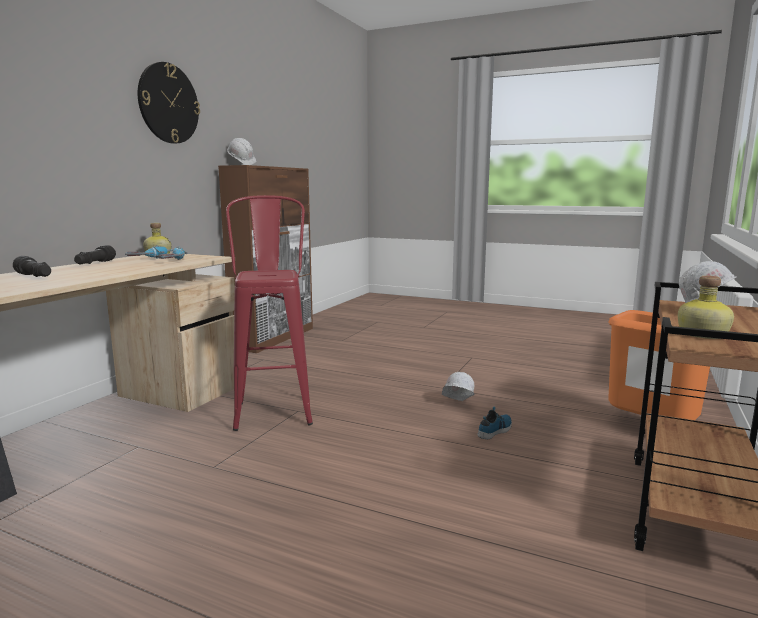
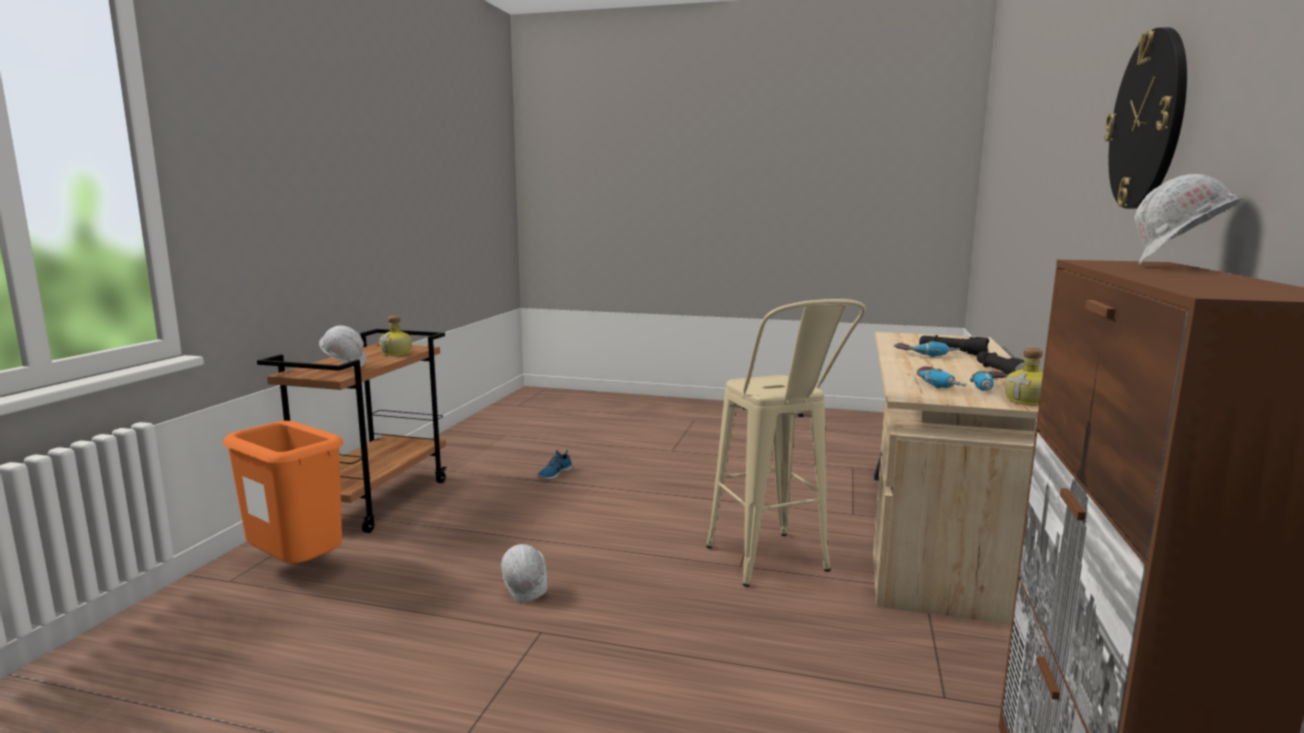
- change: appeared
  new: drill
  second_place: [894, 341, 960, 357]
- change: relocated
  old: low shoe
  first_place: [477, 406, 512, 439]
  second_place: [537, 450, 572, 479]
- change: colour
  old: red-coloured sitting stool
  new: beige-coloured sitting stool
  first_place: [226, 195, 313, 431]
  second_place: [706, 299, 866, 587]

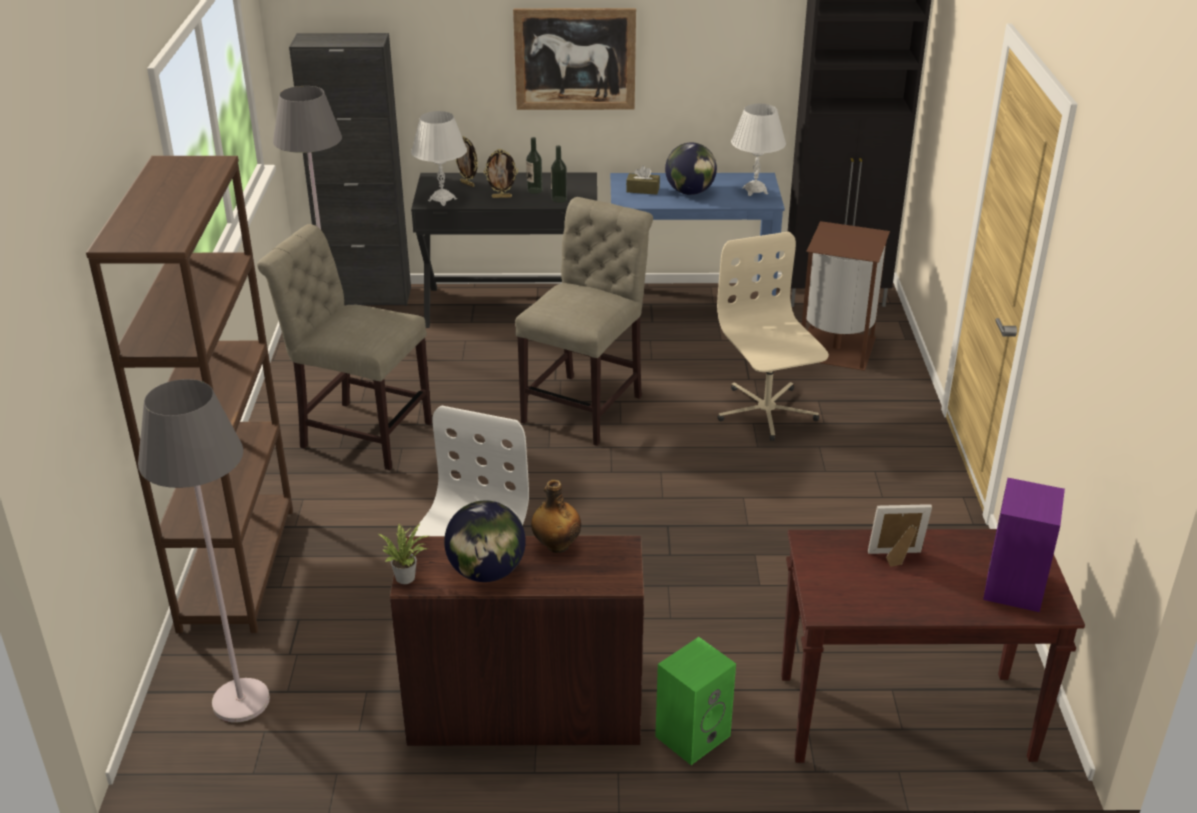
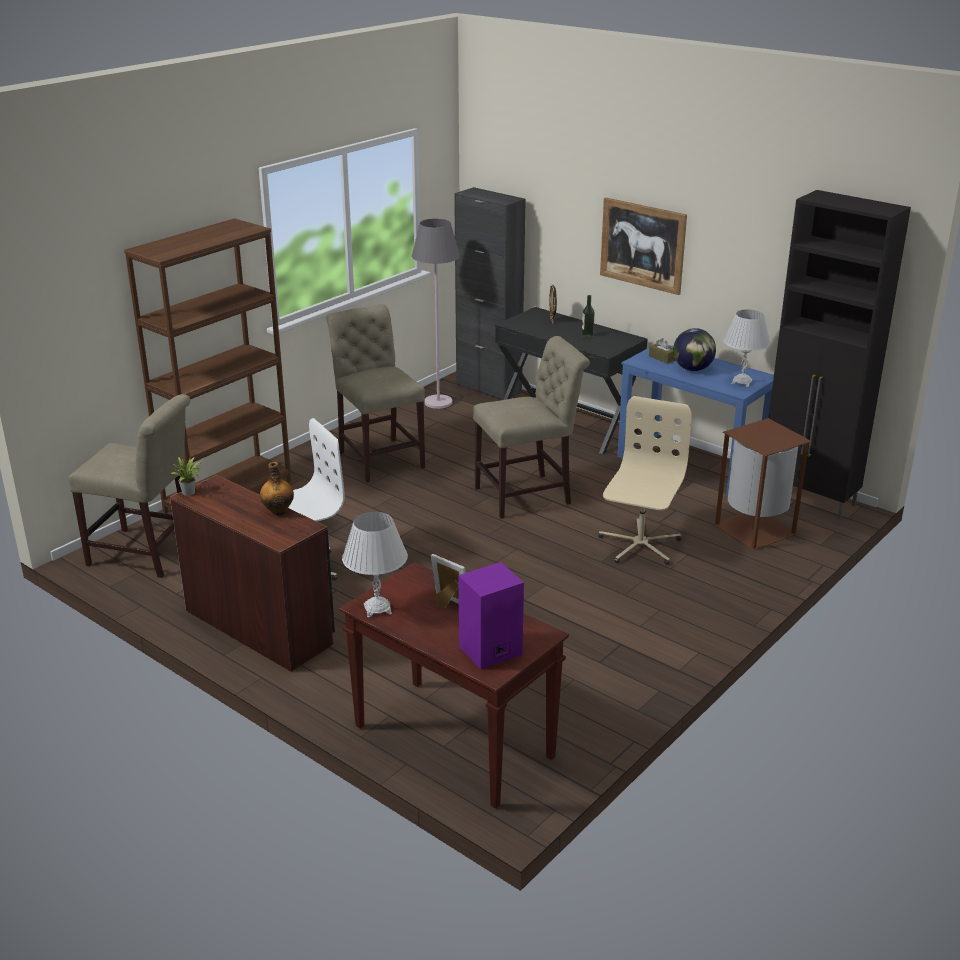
- change: missing
  old: world globe
  first_place: [444, 500, 526, 582]
- change: missing
  old: picture frame
  first_place: [484, 149, 518, 198]
- change: missing
  old: bottle
  first_place: [551, 145, 567, 203]
- change: missing
  old: greenish speaker
  first_place: [655, 637, 736, 765]
- change: relocated
  old: white-coloured tabletop lamp
  first_place: [411, 111, 467, 206]
  second_place: [342, 512, 408, 617]
- change: exchanged
  old: gray floor lamp
  new: beige-coloured plain chair
  first_place: [138, 379, 270, 723]
  second_place: [68, 394, 190, 578]

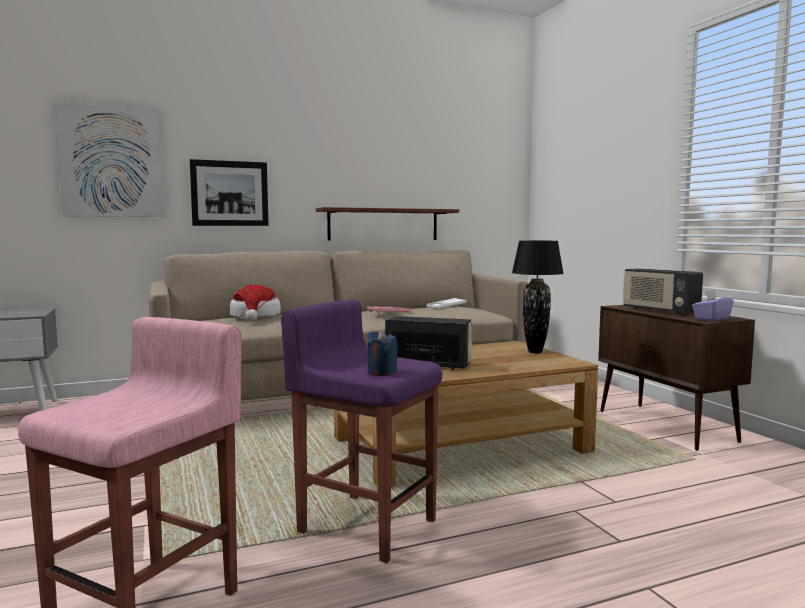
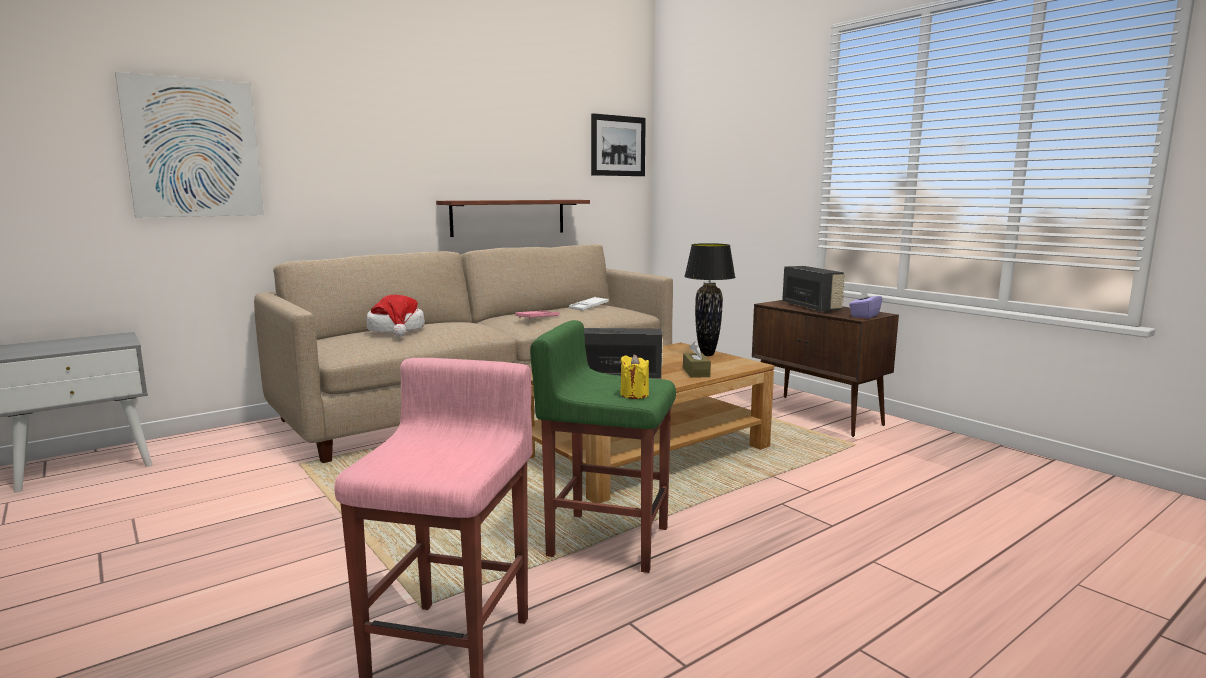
- change: appeared
  new: brown-coloured box of tissues
  second_place: [683, 341, 711, 378]
- change: relocated
  old: wall picture
  first_place: [190, 159, 269, 226]
  second_place: [591, 113, 646, 176]
- change: colour
  old: purple-coloured sitting stool
  new: greenish sitting stool
  first_place: [281, 299, 442, 563]
  second_place: [530, 320, 676, 573]
- change: colour
  old: bluish candle
  new: yellowish candle
  first_place: [368, 330, 398, 376]
  second_place: [620, 354, 649, 399]
- change: spun
  old: radio set
  first_place: [622, 268, 703, 314]
  second_place: [782, 266, 845, 312]
  degrees: -150

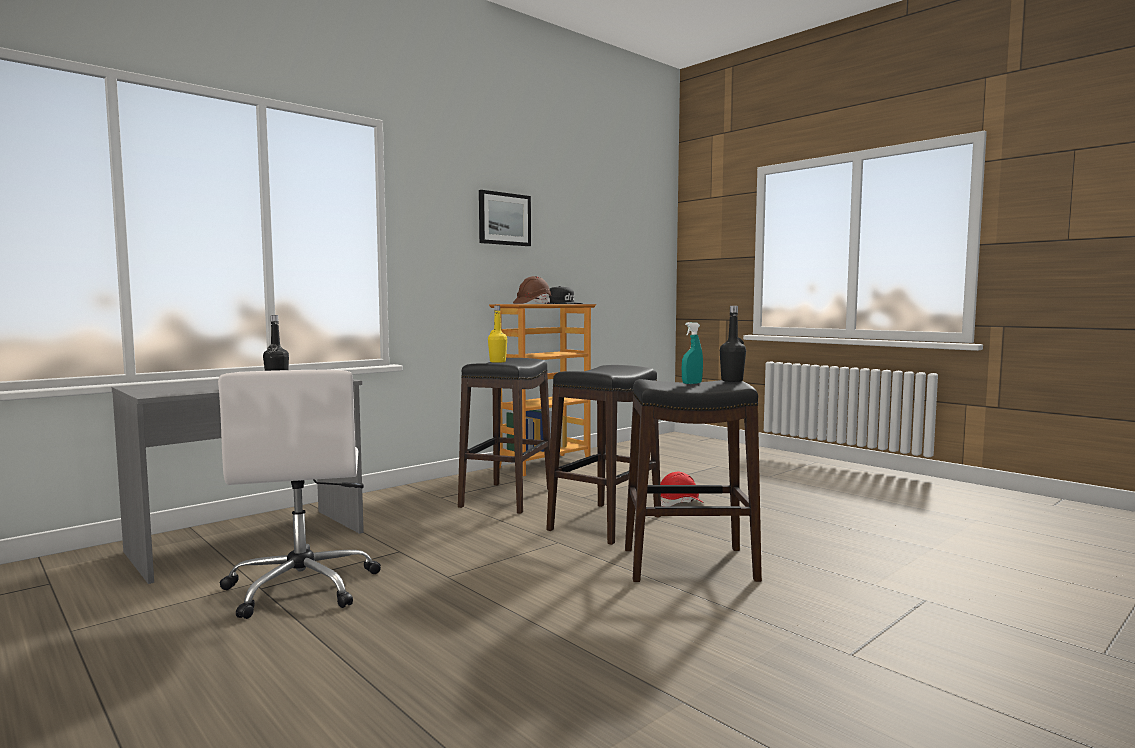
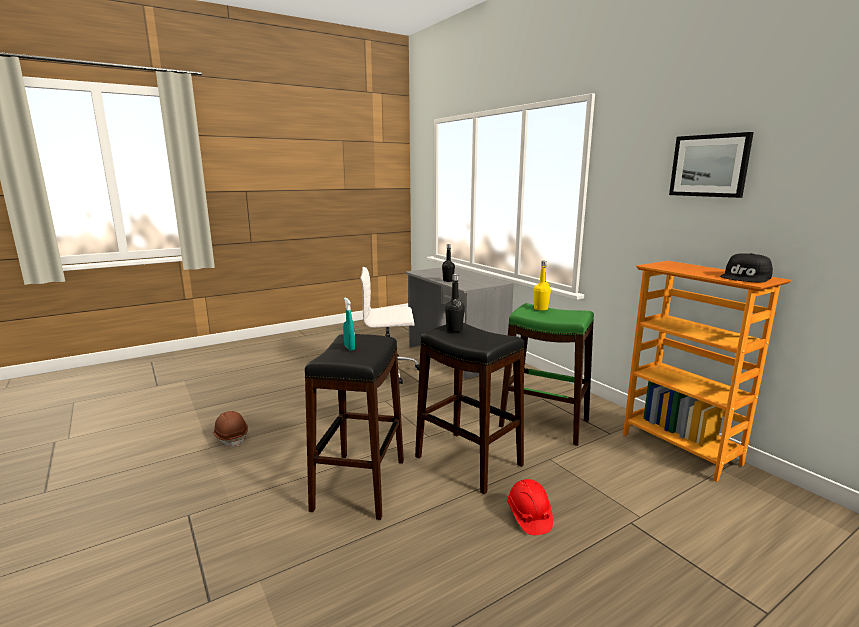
- change: relocated
  old: brown-coloured work helmet
  first_place: [513, 276, 552, 304]
  second_place: [213, 411, 248, 447]
- change: relocated
  old: black-coloured bottle
  first_place: [720, 306, 746, 382]
  second_place: [445, 274, 465, 332]
- change: colour
  old: black-coloured sitting stool
  new: greenish sitting stool
  first_place: [458, 358, 550, 514]
  second_place: [499, 303, 594, 446]

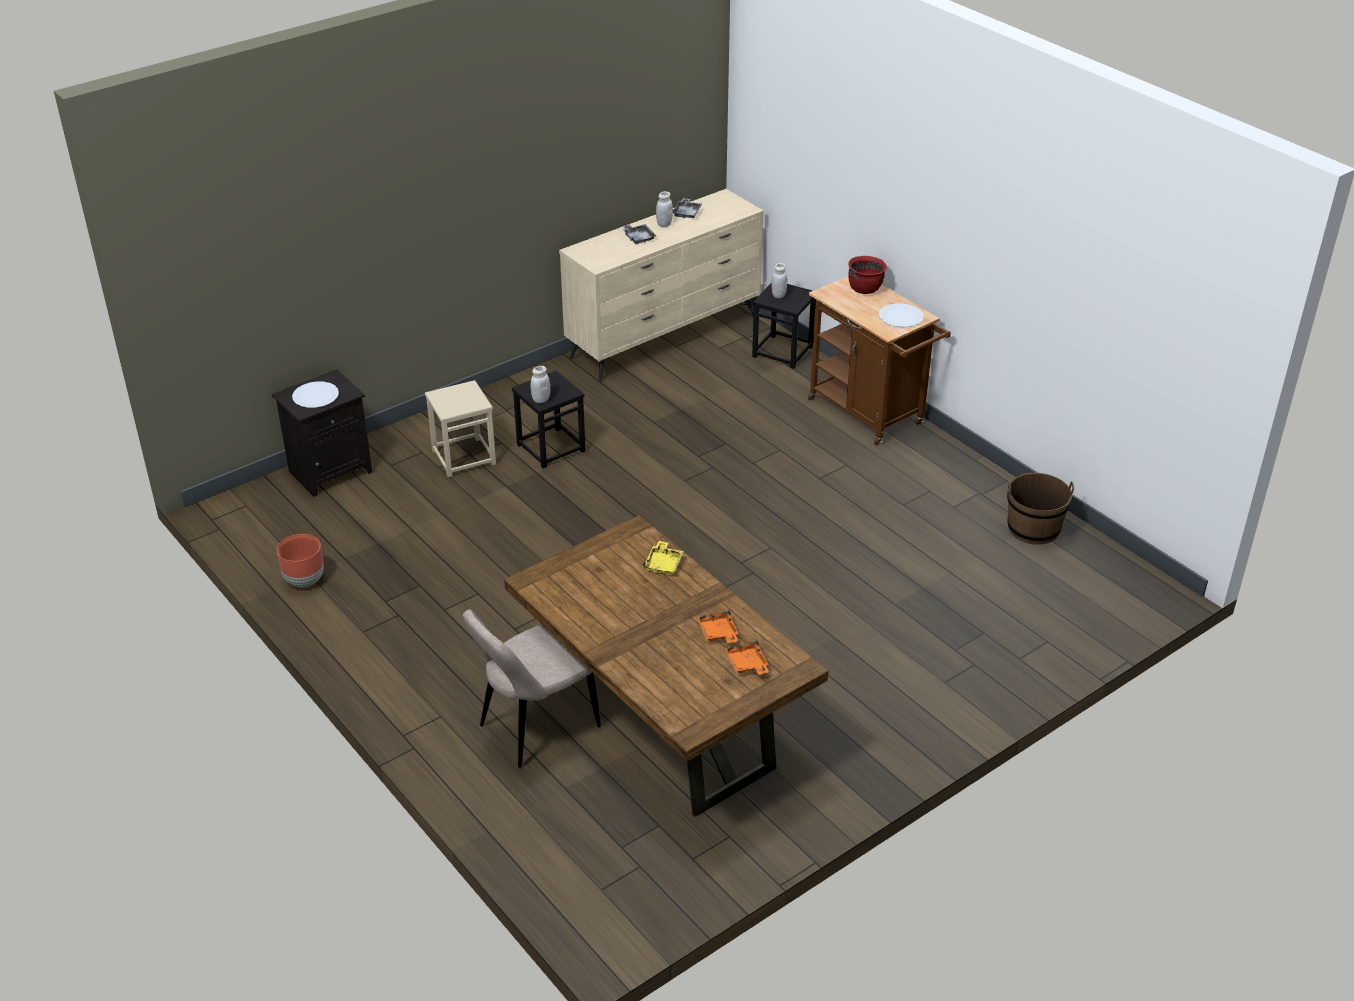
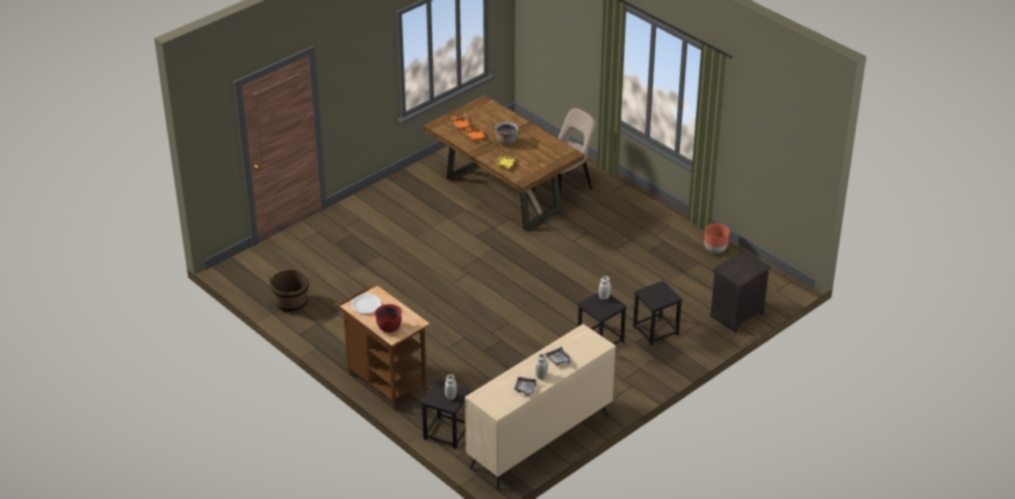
- change: missing
  old: white-coloured plate
  first_place: [292, 381, 339, 408]
- change: appeared
  new: brown-coloured saucepot
  second_place: [495, 122, 518, 146]
- change: colour
  old: beige-coloured sitting stool
  new: black-coloured sitting stool
  first_place: [425, 380, 496, 477]
  second_place: [633, 281, 682, 345]

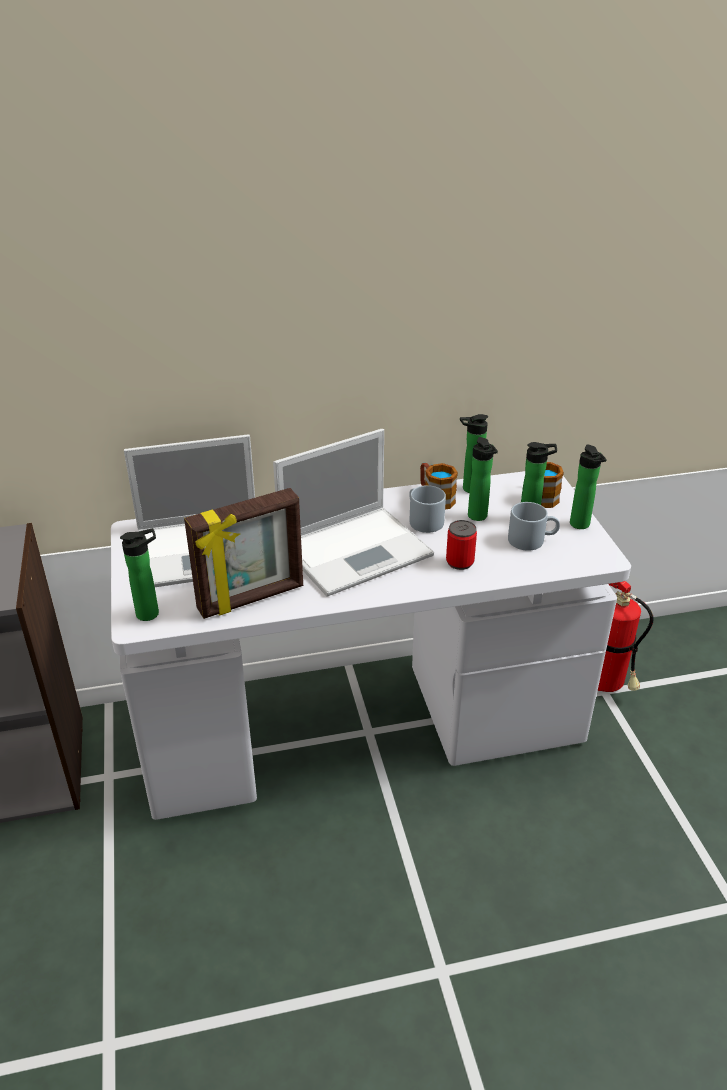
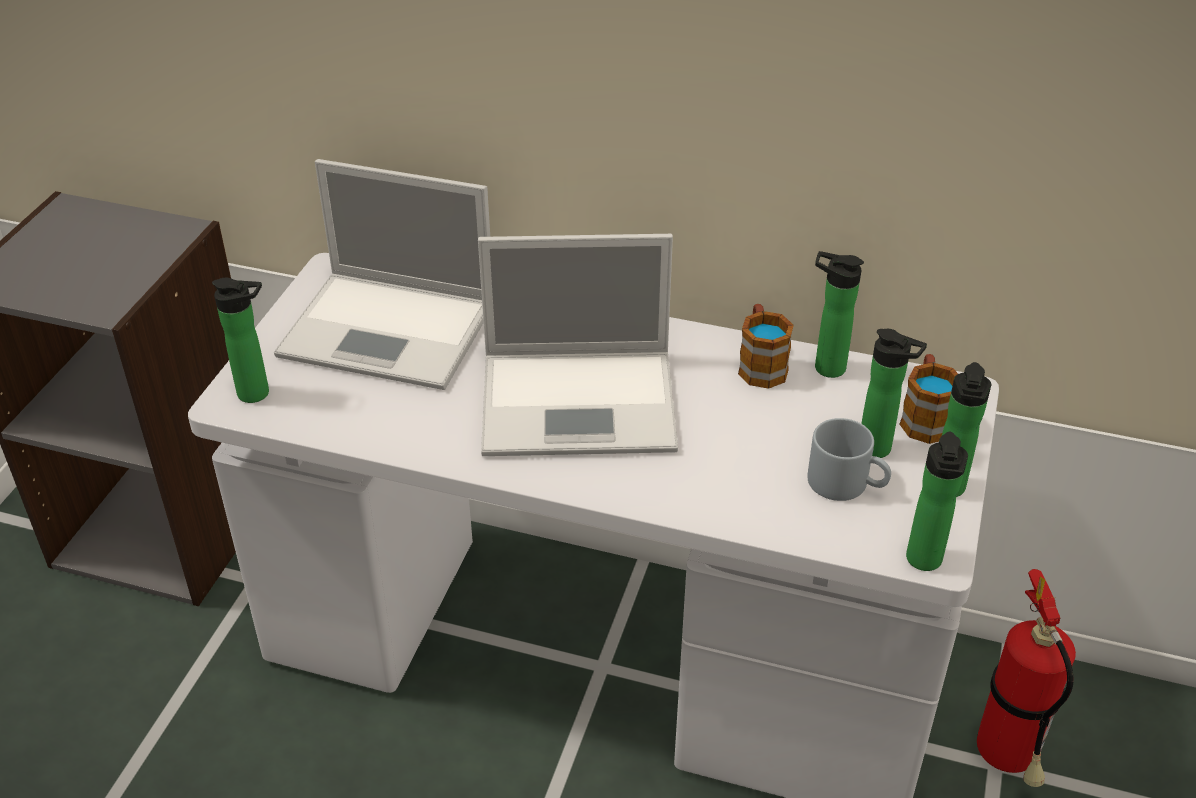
- change: missing
  old: picture frame
  first_place: [184, 488, 303, 619]
- change: missing
  old: gray mug
  first_place: [409, 485, 446, 533]
- change: missing
  old: metal can
  first_place: [446, 520, 477, 570]
- change: relocated
  old: bottle
  first_place: [468, 437, 498, 521]
  second_place: [906, 431, 968, 571]

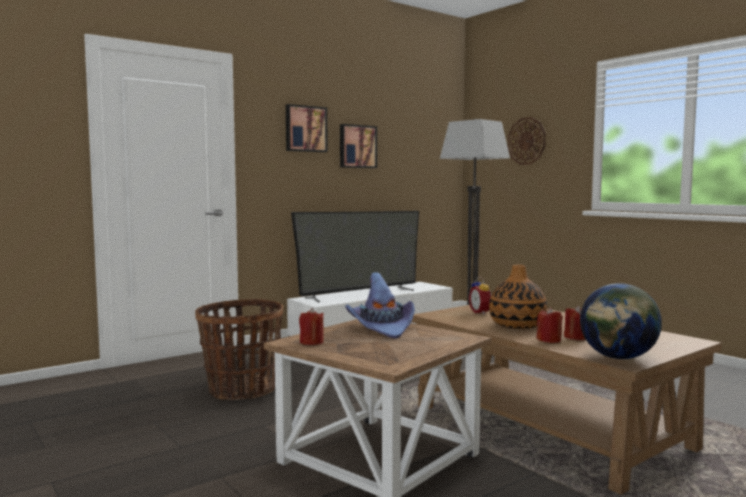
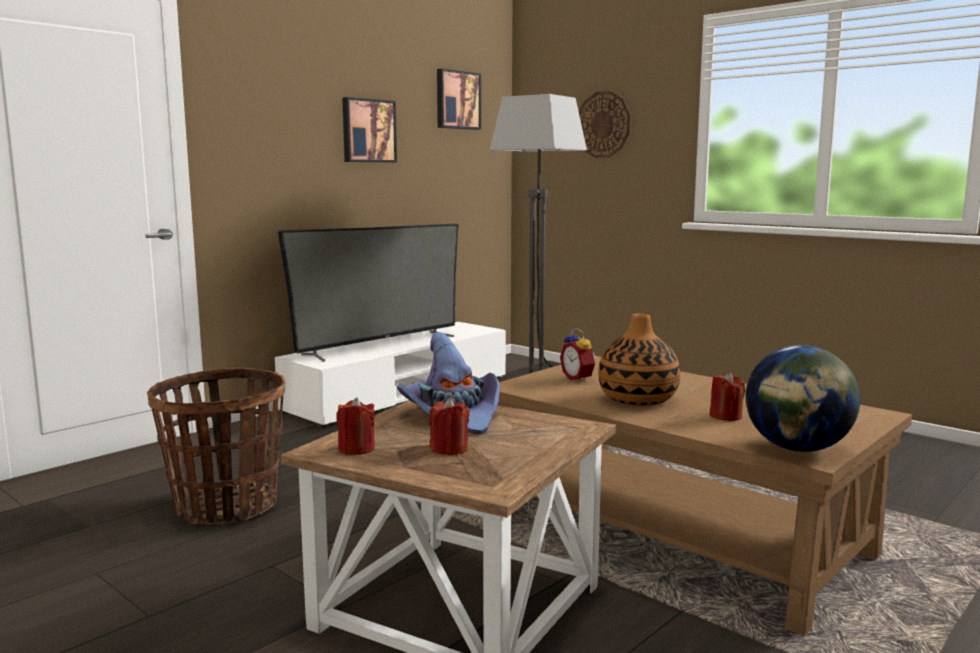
- change: relocated
  old: wall picture
  first_place: [286, 104, 328, 152]
  second_place: [437, 69, 481, 130]
- change: relocated
  old: red-coloured candle
  first_place: [536, 307, 563, 343]
  second_place: [429, 397, 470, 456]

